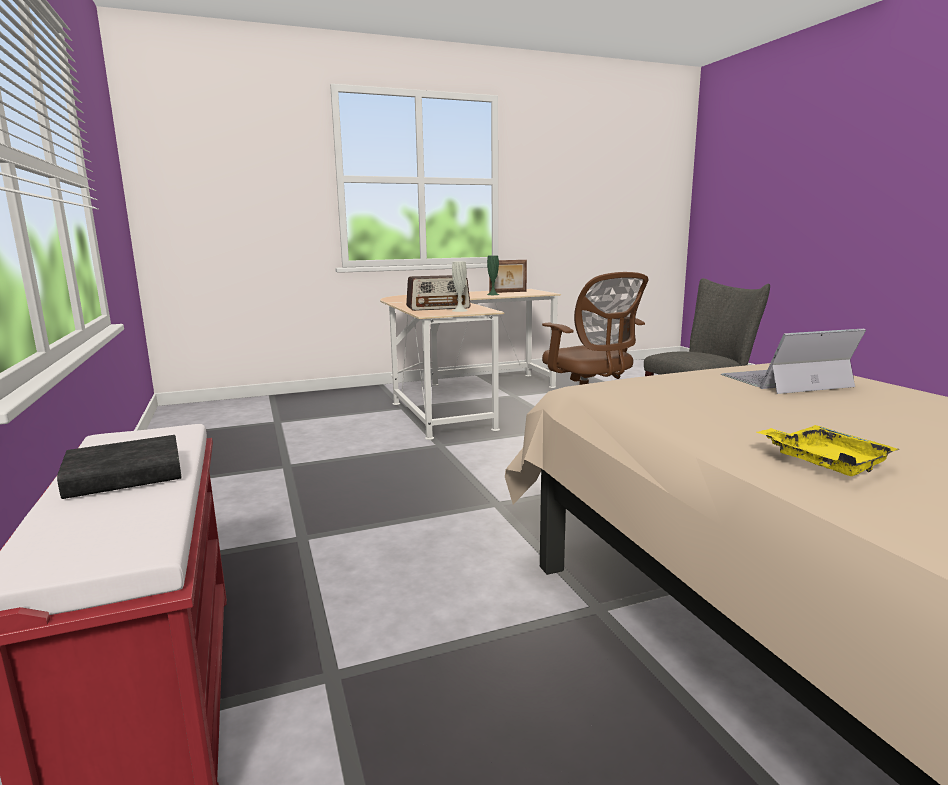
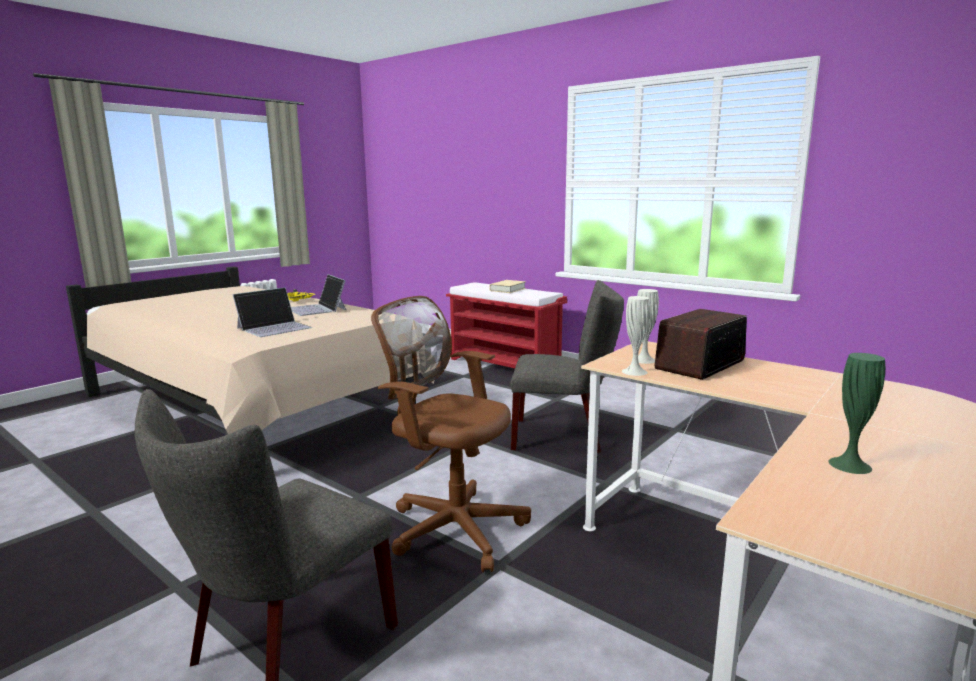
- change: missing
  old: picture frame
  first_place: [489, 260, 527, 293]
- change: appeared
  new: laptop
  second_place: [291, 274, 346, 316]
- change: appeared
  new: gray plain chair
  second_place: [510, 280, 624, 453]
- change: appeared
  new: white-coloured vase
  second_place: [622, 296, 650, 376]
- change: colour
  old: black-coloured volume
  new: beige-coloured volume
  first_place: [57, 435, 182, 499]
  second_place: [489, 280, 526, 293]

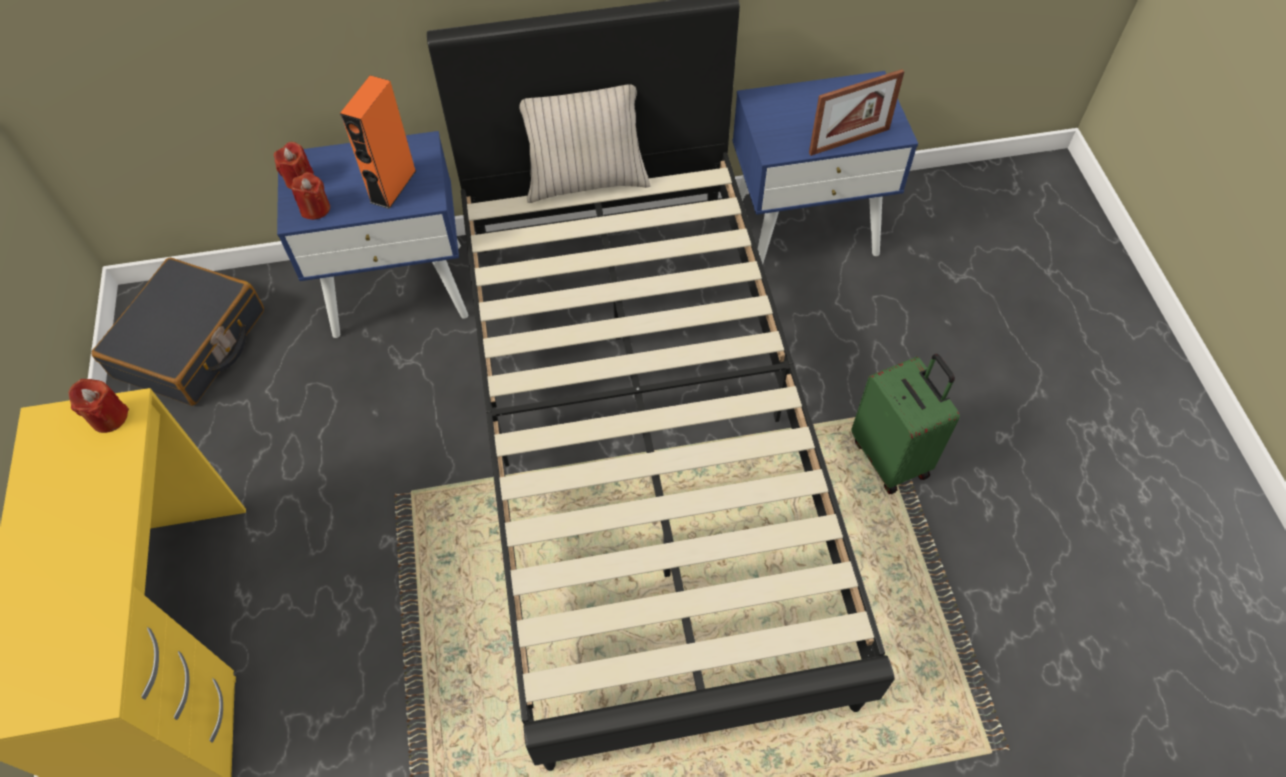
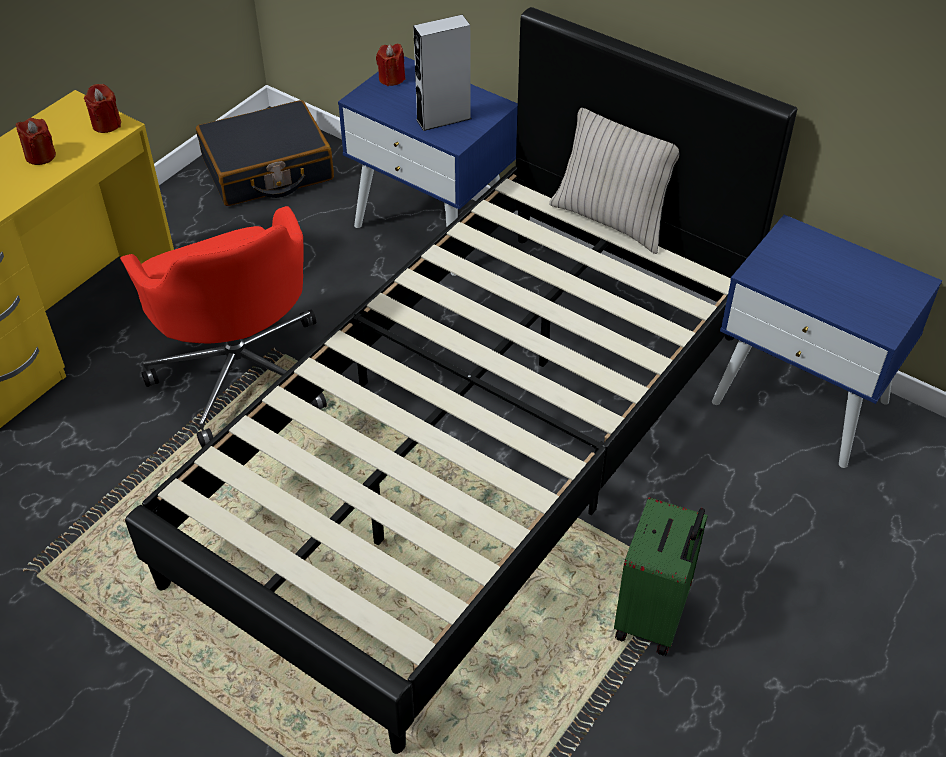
- change: missing
  old: picture frame
  first_place: [809, 69, 905, 156]
- change: appeared
  new: red-coloured desk chair
  second_place: [120, 206, 327, 448]
- change: relocated
  old: red-coloured candle
  first_place: [291, 172, 330, 220]
  second_place: [16, 118, 56, 165]
- change: colour
  old: orangey speaker
  new: gray speaker
  first_place: [340, 75, 417, 209]
  second_place: [413, 15, 471, 131]

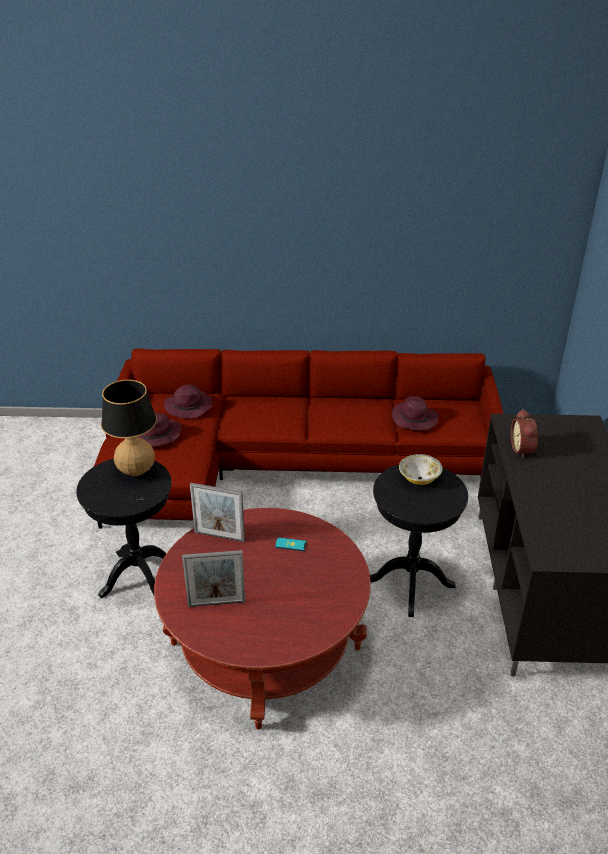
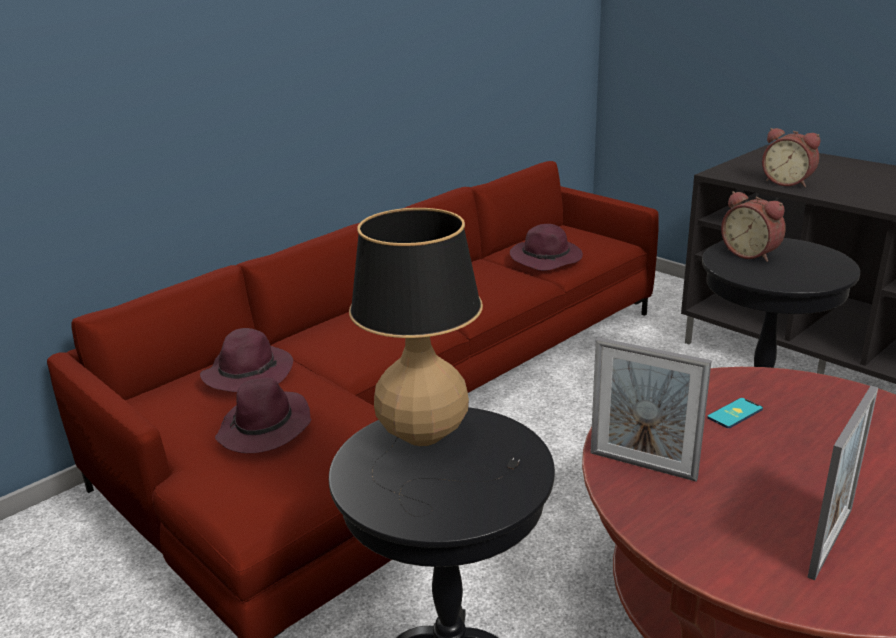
- change: exchanged
  old: serving bowl
  new: alarm clock
  first_place: [399, 454, 442, 485]
  second_place: [721, 191, 786, 262]
- change: spun
  old: picture frame
  first_place: [190, 483, 245, 542]
  second_place: [591, 337, 712, 481]
  degrees: 60

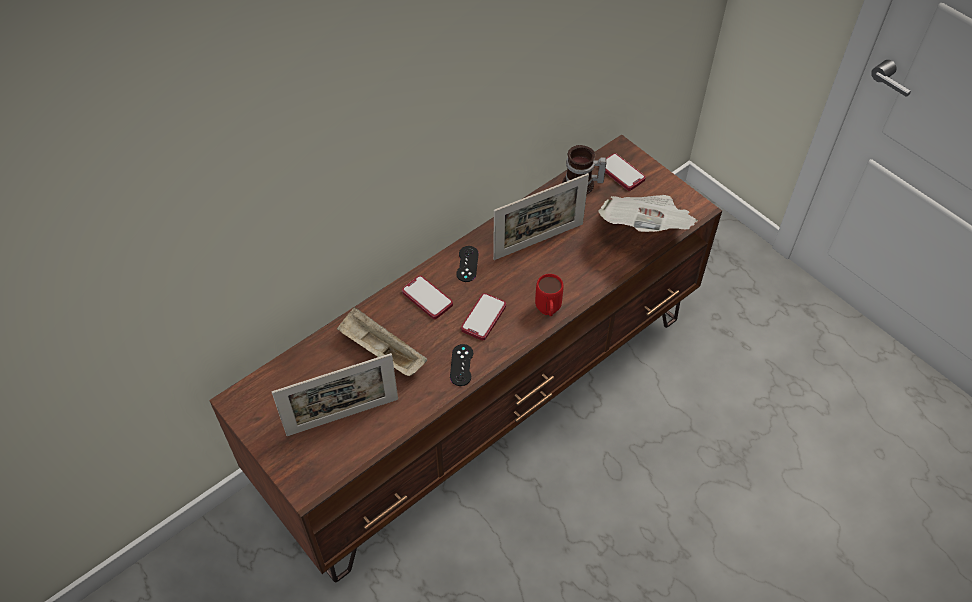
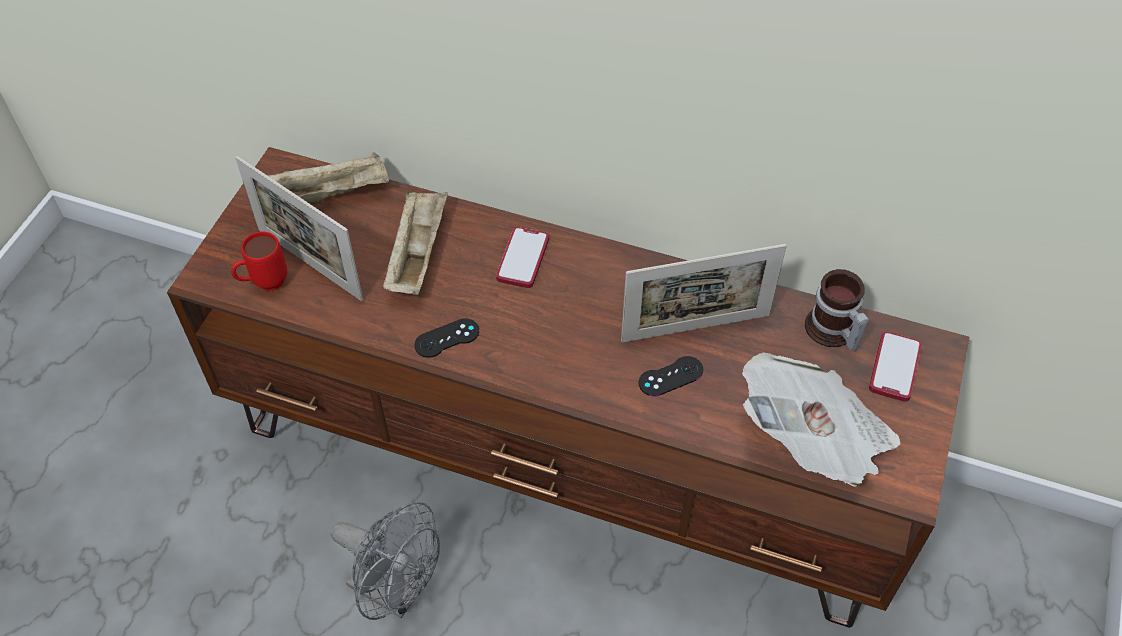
- change: missing
  old: telephone
  first_place: [461, 293, 506, 340]
- change: appeared
  new: beige-coloured tray
  second_place: [267, 152, 389, 205]
- change: appeared
  new: gray cooling fan
  second_place: [331, 502, 440, 620]
- change: relocated
  old: black-coloured game controller
  first_place: [456, 246, 479, 282]
  second_place: [639, 356, 703, 396]
- change: relocated
  old: red-coloured mug
  first_place: [535, 274, 564, 316]
  second_place: [231, 231, 287, 290]
- change: spun
  old: picture frame
  first_place: [493, 173, 589, 260]
  second_place: [621, 244, 787, 342]
  degrees: -45

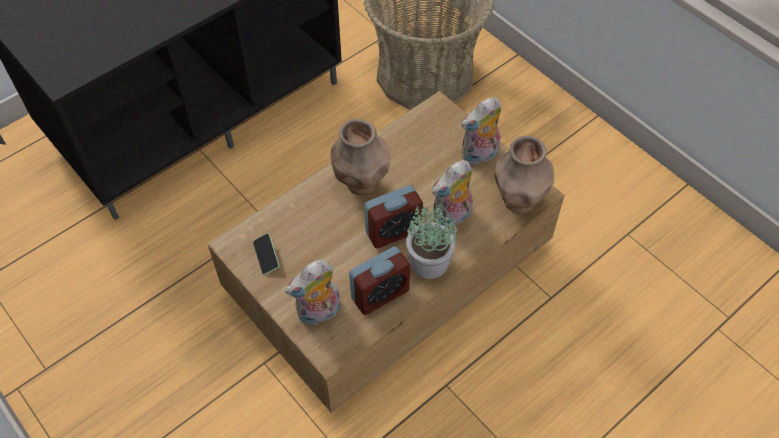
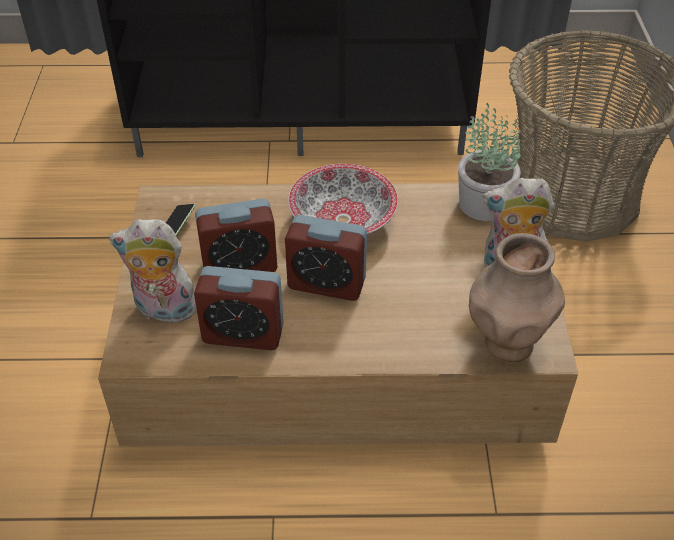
- change: missing
  old: plush toy
  first_place: [432, 160, 473, 228]
- change: appeared
  new: alarm clock
  second_place: [195, 199, 277, 272]
- change: relocated
  old: houseplant
  first_place: [406, 202, 457, 279]
  second_place: [458, 103, 521, 221]
- change: exchanged
  old: brown-coloured vase
  new: serving bowl
  first_place: [331, 119, 390, 195]
  second_place: [288, 164, 398, 234]

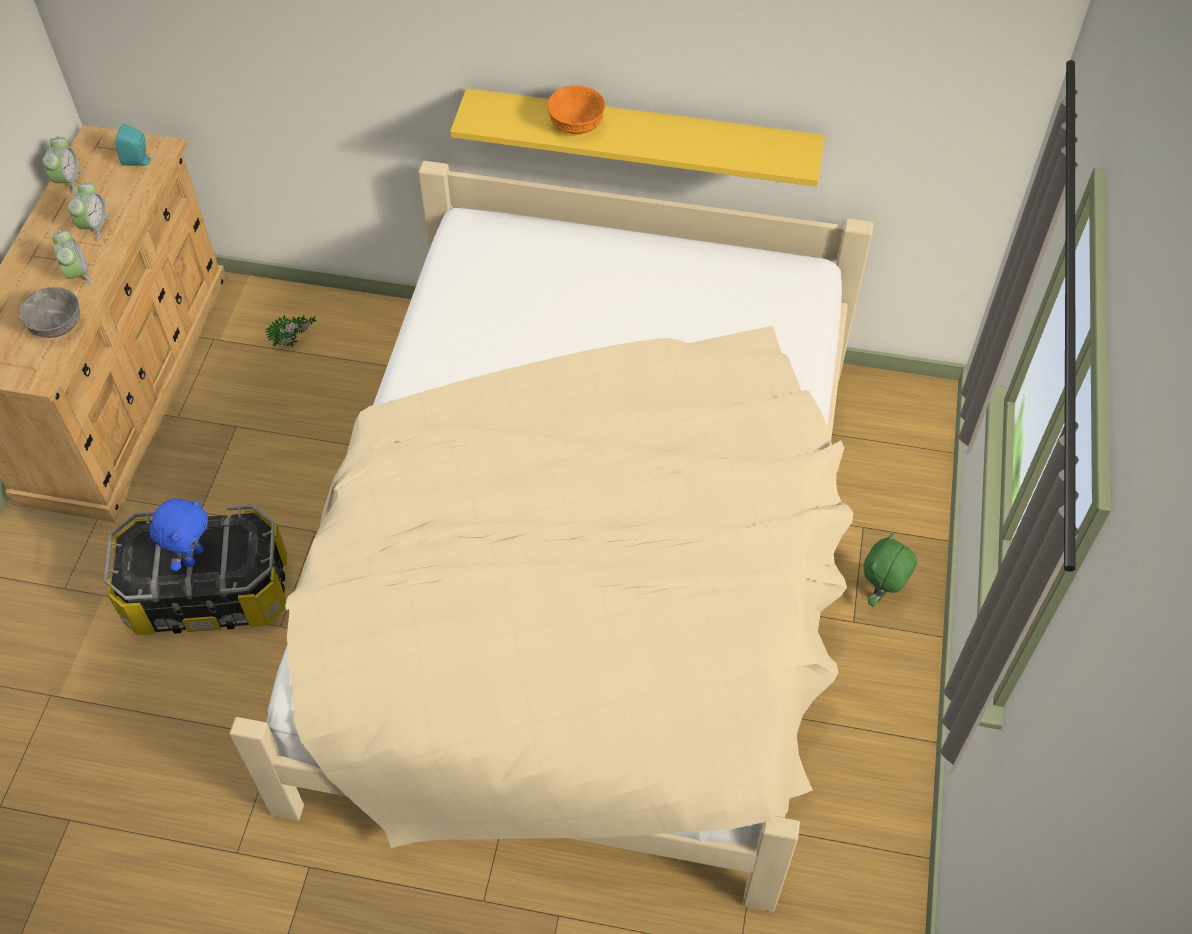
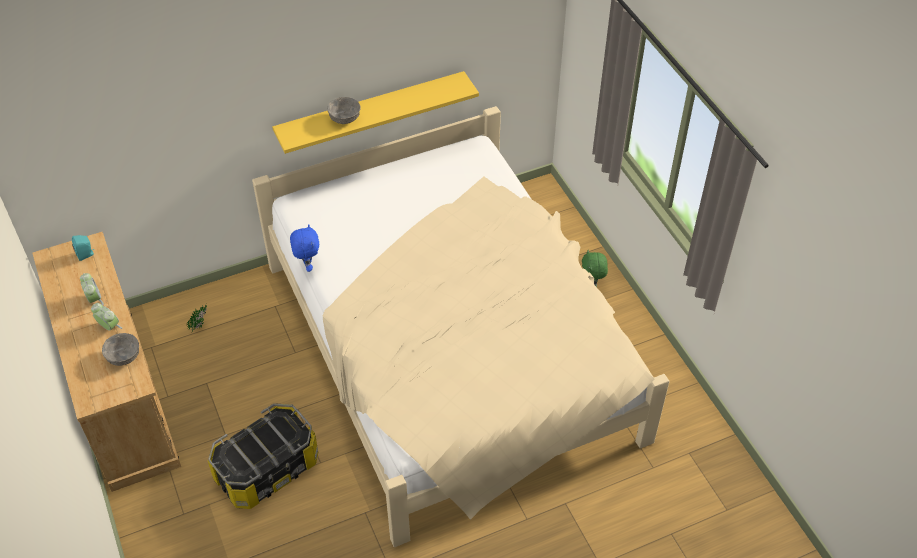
- change: missing
  old: alarm clock
  first_place: [43, 136, 83, 194]
- change: relocated
  old: bluish plush toy
  first_place: [150, 498, 208, 571]
  second_place: [290, 224, 319, 272]
- change: colour
  old: orangey serving bowl
  new: gray serving bowl
  first_place: [547, 85, 605, 134]
  second_place: [327, 97, 361, 124]

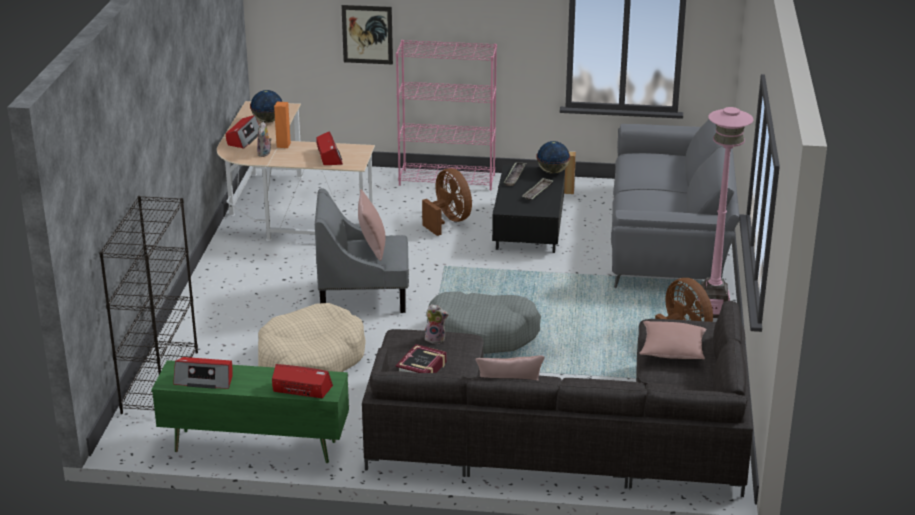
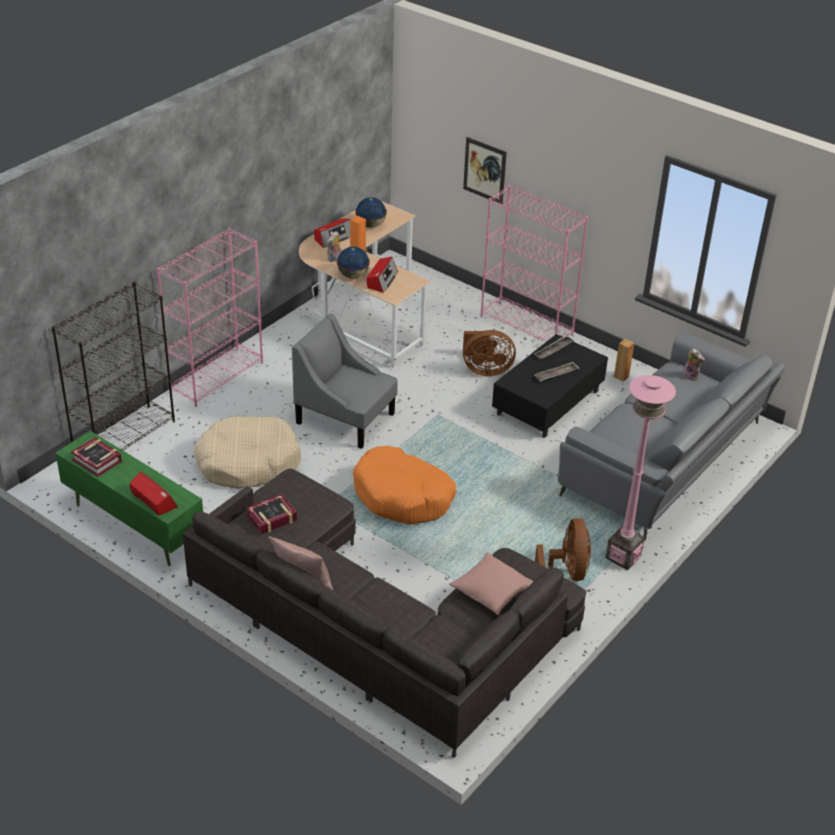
- change: missing
  old: pink throw pillow
  first_place: [358, 189, 385, 261]
- change: appeared
  new: pink bookcase
  second_place: [157, 228, 263, 407]
- change: relocated
  old: plush toy
  first_place: [425, 304, 449, 344]
  second_place: [683, 348, 705, 381]
- change: relocated
  old: world globe
  first_place: [536, 141, 570, 174]
  second_place: [337, 247, 370, 279]
- change: exchanged
  old: radio set
  new: volume
  first_place: [173, 357, 233, 389]
  second_place: [71, 437, 122, 477]
- change: colour
  old: gray pet bed
  new: orangey pet bed
  first_place: [427, 292, 541, 354]
  second_place: [353, 446, 456, 524]
- change: spun
  old: brown-coloured cooling fan
  first_place: [422, 168, 472, 236]
  second_place: [463, 330, 516, 376]
  degrees: 90

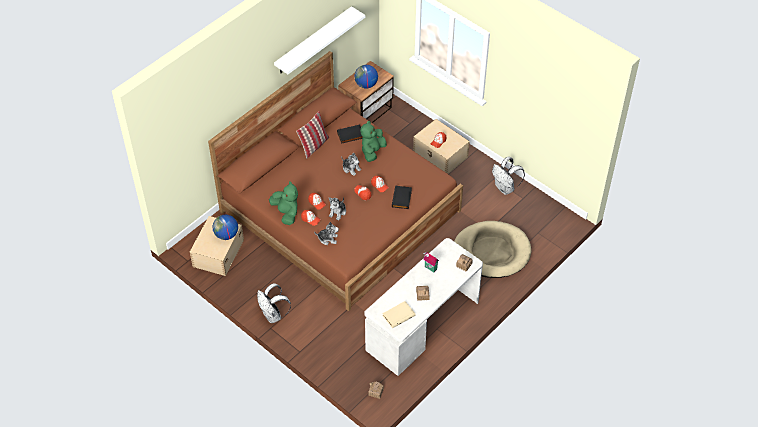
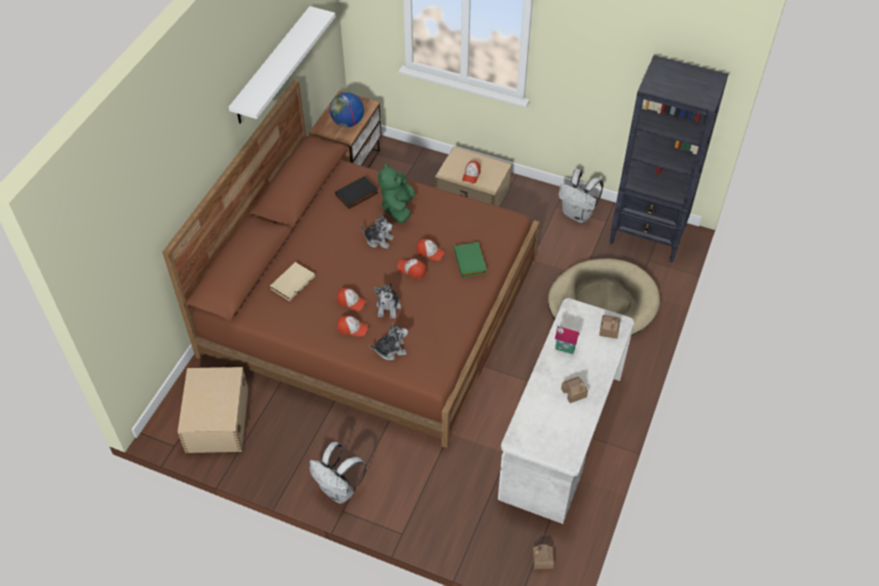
- change: missing
  old: world globe
  first_place: [213, 214, 238, 240]
- change: missing
  old: greenish plush toy
  first_place: [269, 181, 298, 225]
- change: missing
  old: throw pillow
  first_place: [296, 111, 329, 158]
- change: appeared
  new: black-coloured bookcase
  second_place: [610, 55, 729, 262]
- change: relocated
  old: beige-coloured volume
  first_place: [382, 301, 416, 328]
  second_place: [270, 262, 315, 301]
- change: colour
  old: black-coloured volume
  new: greenish volume
  first_place: [392, 186, 412, 209]
  second_place: [454, 242, 487, 278]

